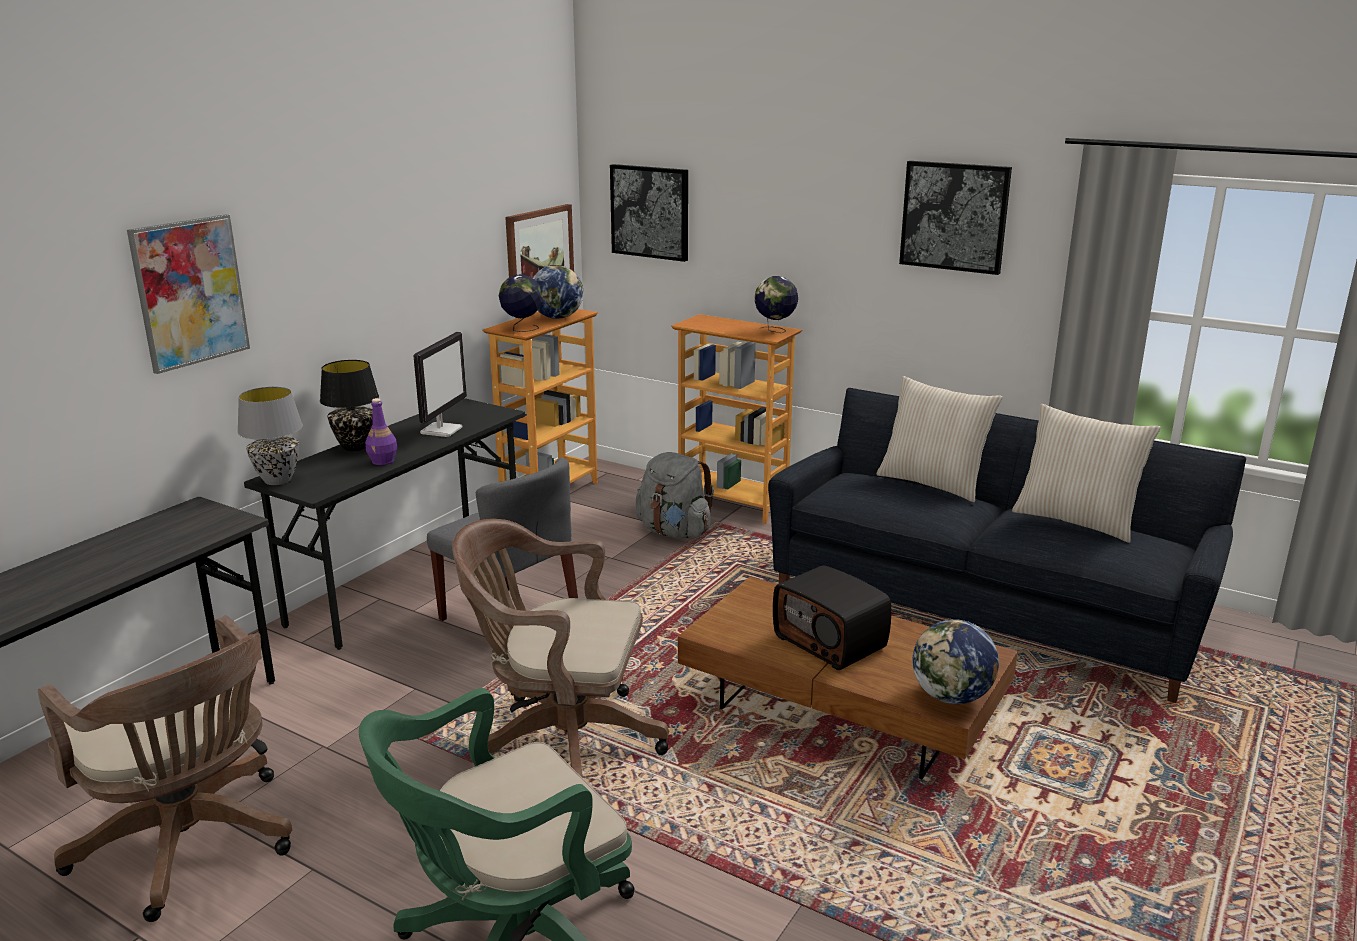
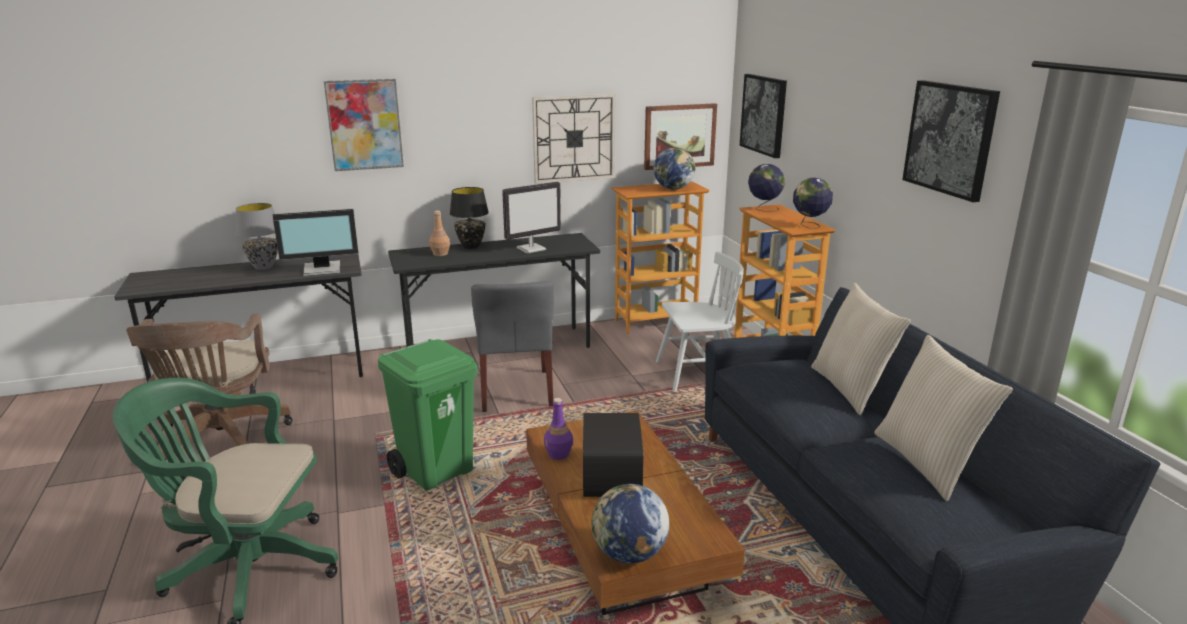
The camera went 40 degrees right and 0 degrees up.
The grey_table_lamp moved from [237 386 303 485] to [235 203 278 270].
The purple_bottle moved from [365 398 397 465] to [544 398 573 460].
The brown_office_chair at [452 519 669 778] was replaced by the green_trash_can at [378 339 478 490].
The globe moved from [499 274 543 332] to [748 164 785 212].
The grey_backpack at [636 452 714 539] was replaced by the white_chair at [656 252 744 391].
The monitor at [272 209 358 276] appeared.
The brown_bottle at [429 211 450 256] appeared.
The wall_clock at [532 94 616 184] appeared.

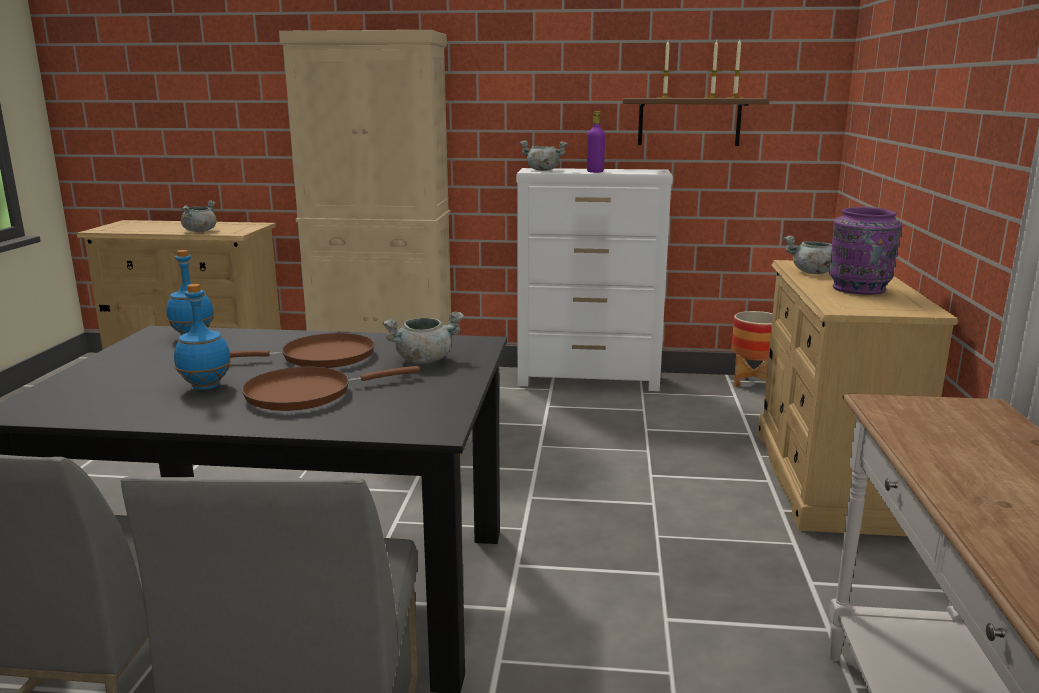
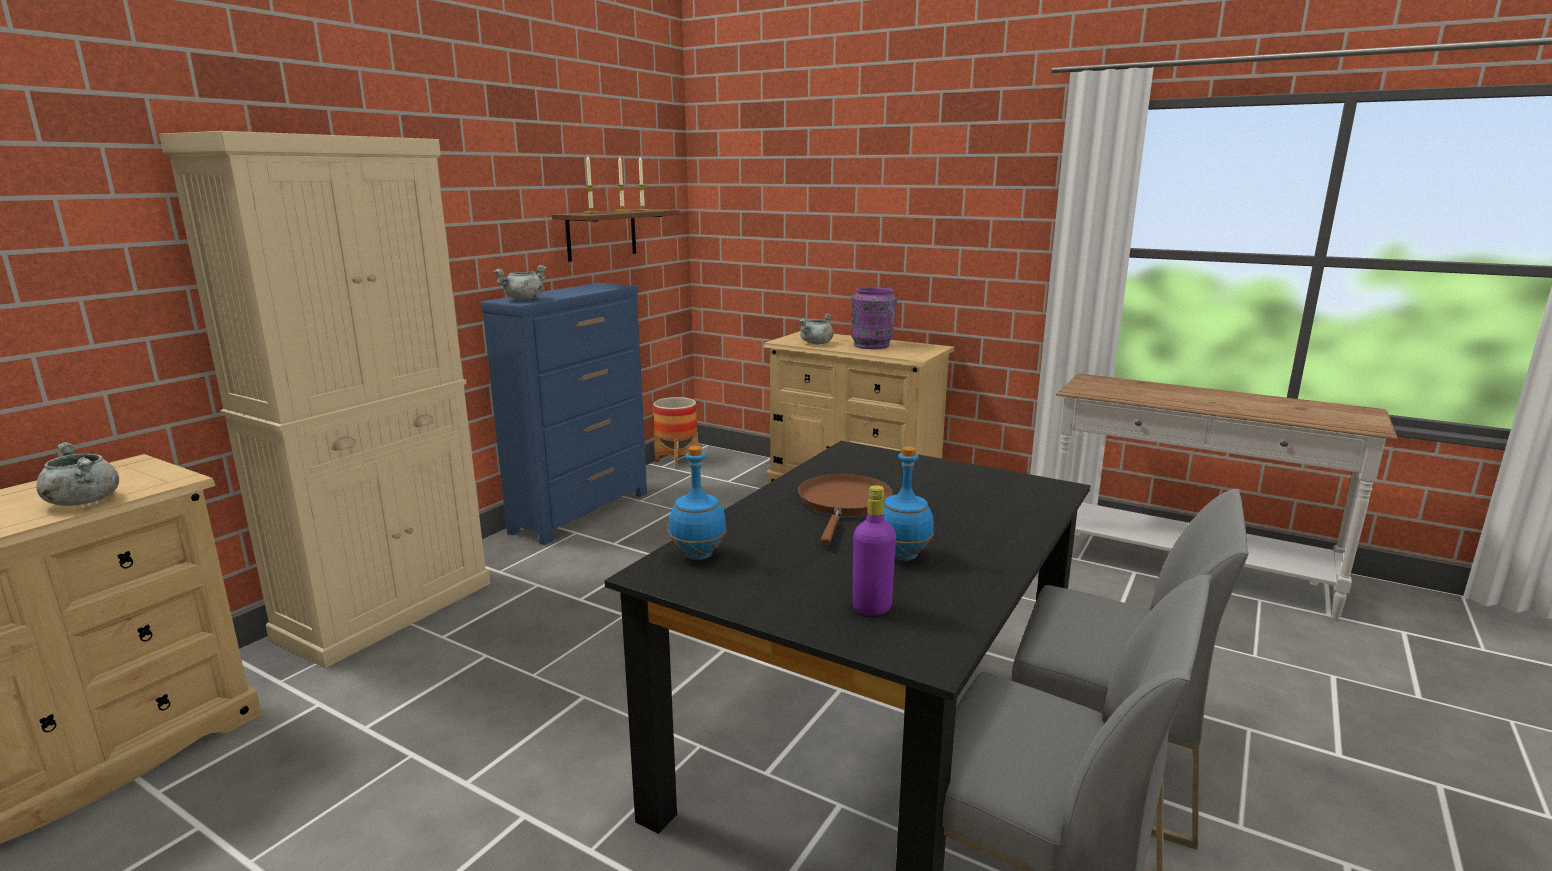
The camera went 65 degrees left and 0 degrees up.
The brown_frying_pan at [242 366 420 411] disappeared.
The grey_cooking_pot at [383 312 464 364] disappeared.
The white_dresser at [516 168 673 391] became the blue_dresser at [481 283 647 545].
The purple_bottle moved from [587 111 605 173] to [852 485 896 615].

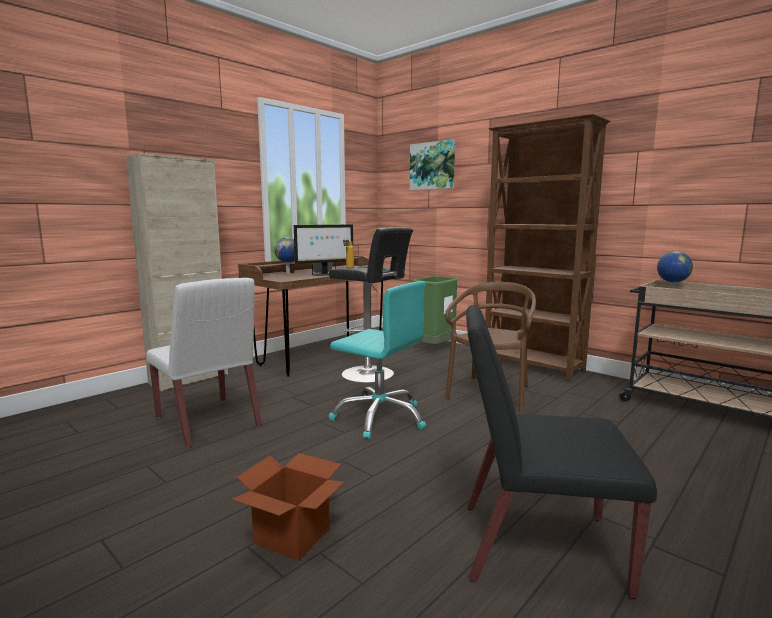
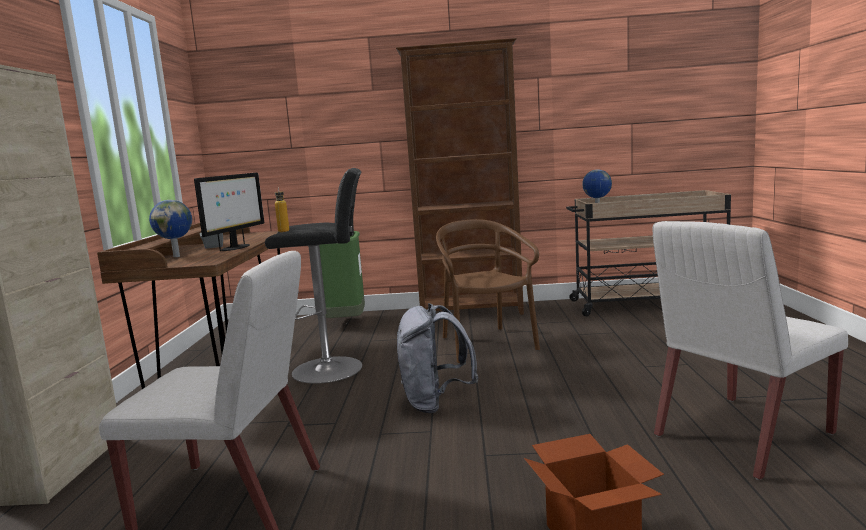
The camera went 40 degrees left and 0 degrees up.
The turquoise_office_chair at [329 281 426 440] was replaced by the grey_backpack at [397 303 478 413].
The picture at [410 139 455 190] disappeared.
The black_chair at [466 305 657 599] became the white_chair at [653 221 848 480].

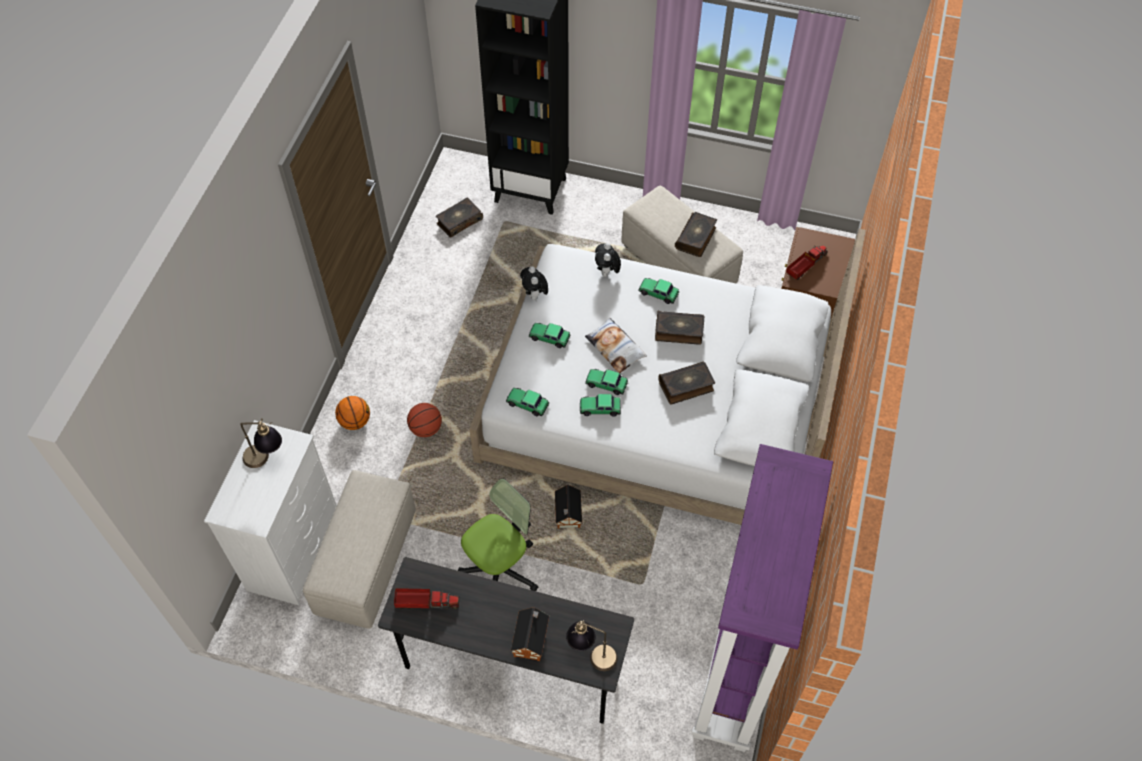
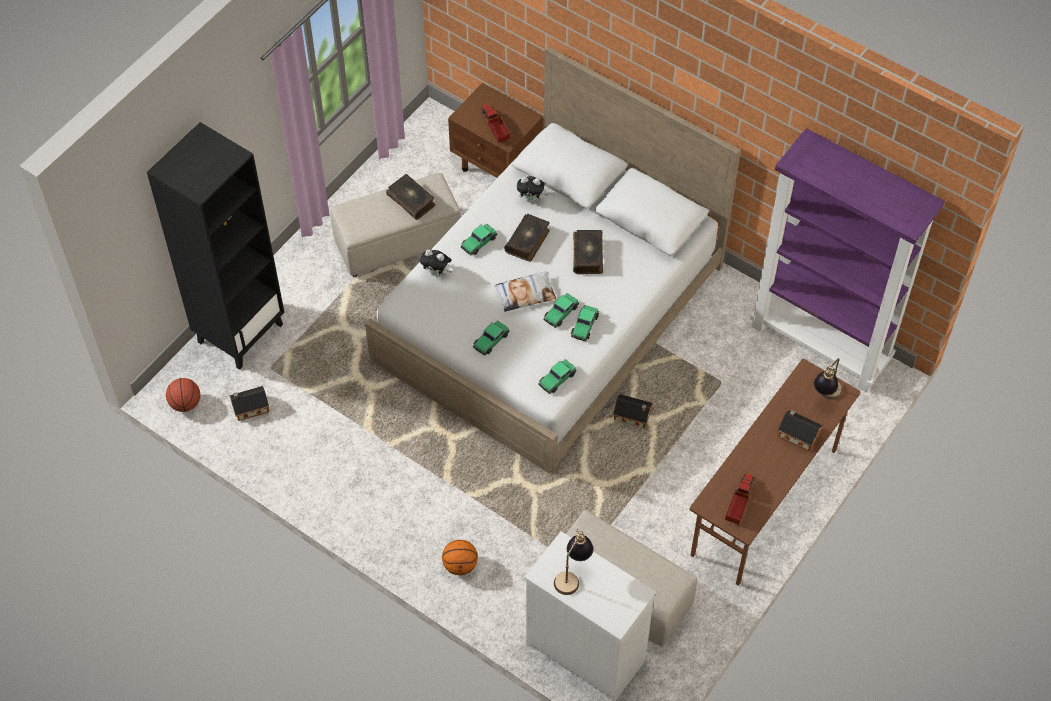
The camera went 70 degrees left and 0 degrees up.
The grey_desk at [378 557 634 724] became the brown_desk at [689 359 860 586].
The basketball moved from [407 403 442 437] to [166 378 200 412].
The book at [436 198 483 238] was replaced by the toy_house at [229 386 269 421].
The office_chair at [458 479 538 591] disappeared.
The plush_toy moved from [520 266 548 300] to [517 176 548 203].

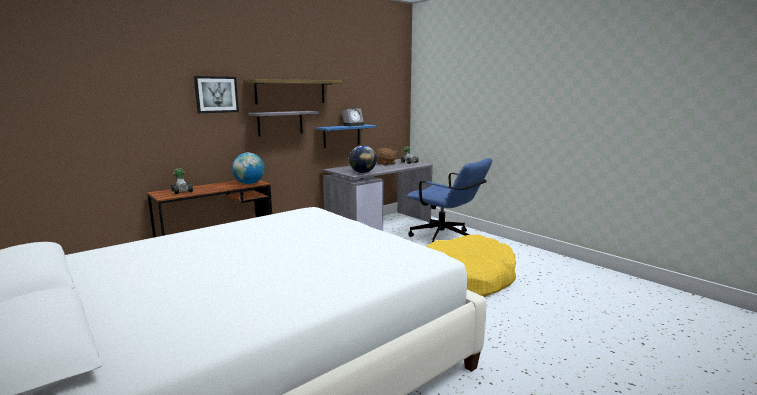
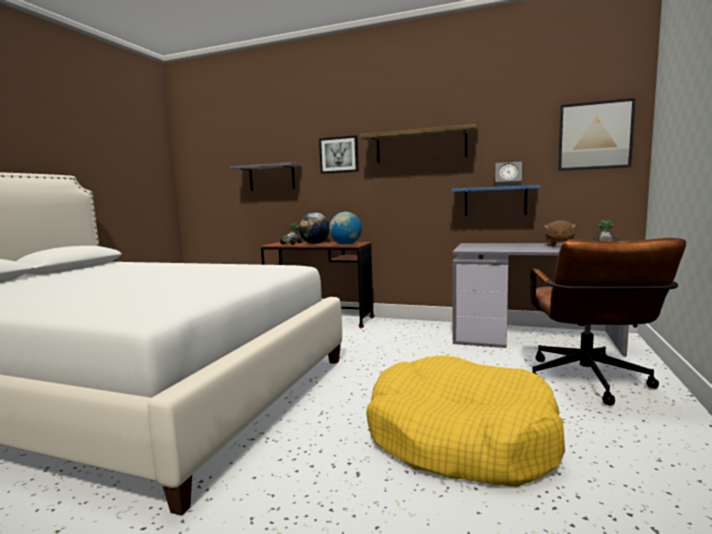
The camera went 60 degrees right and 5 degrees down.
The grey_shelf moved from [248 111 319 137] to [230 162 302 191].
The globe moved from [349 145 377 173] to [299 212 330 244].
The blue_office_chair at [407 158 492 243] became the brown_office_chair at [530 238 686 405].
The picture at [558 98 636 171] appeared.

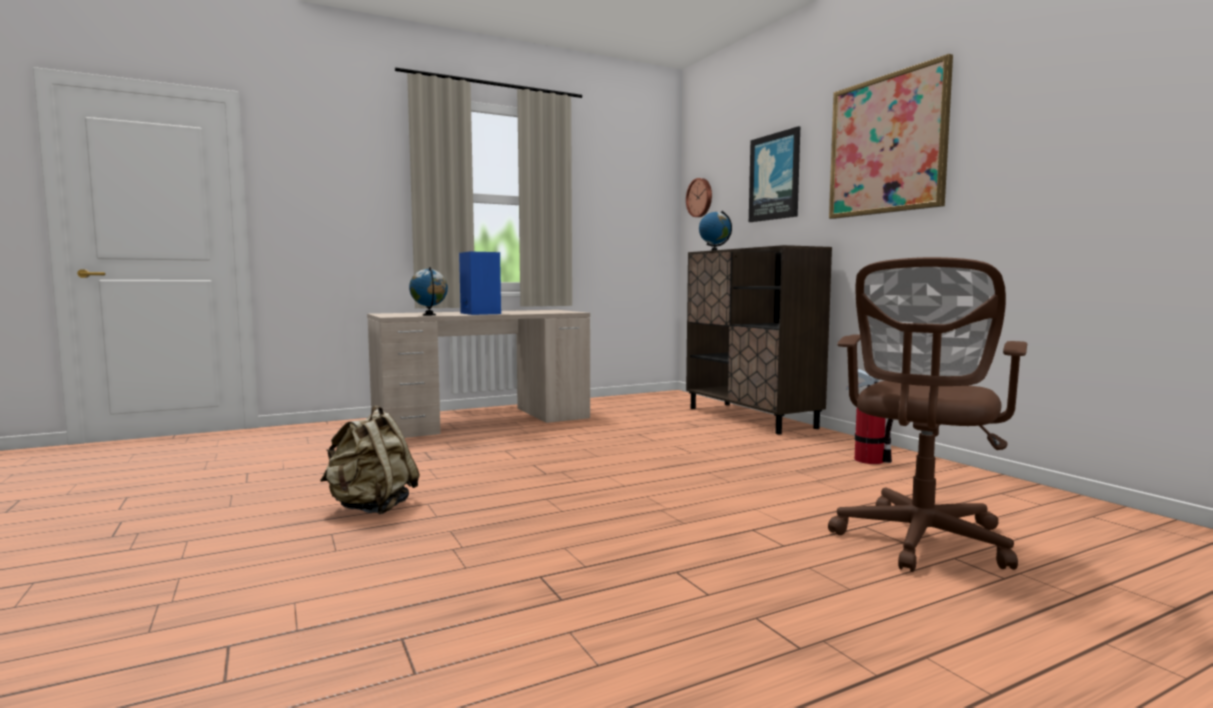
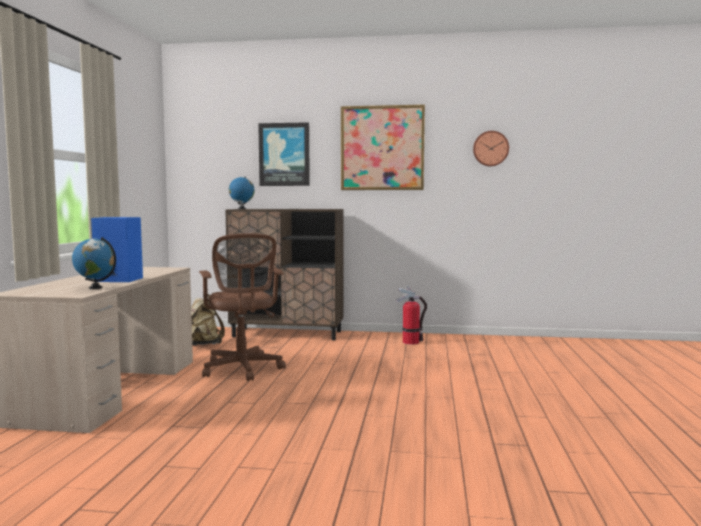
The camera went 55 degrees left and 0 degrees up.
The beige_backpack moved from [320 405 420 514] to [191 294 225 346].
The wall_clock moved from [686 178 712 217] to [473 131 509 166].
The brown_office_chair moved from [828 257 1028 572] to [199 233 286 381].

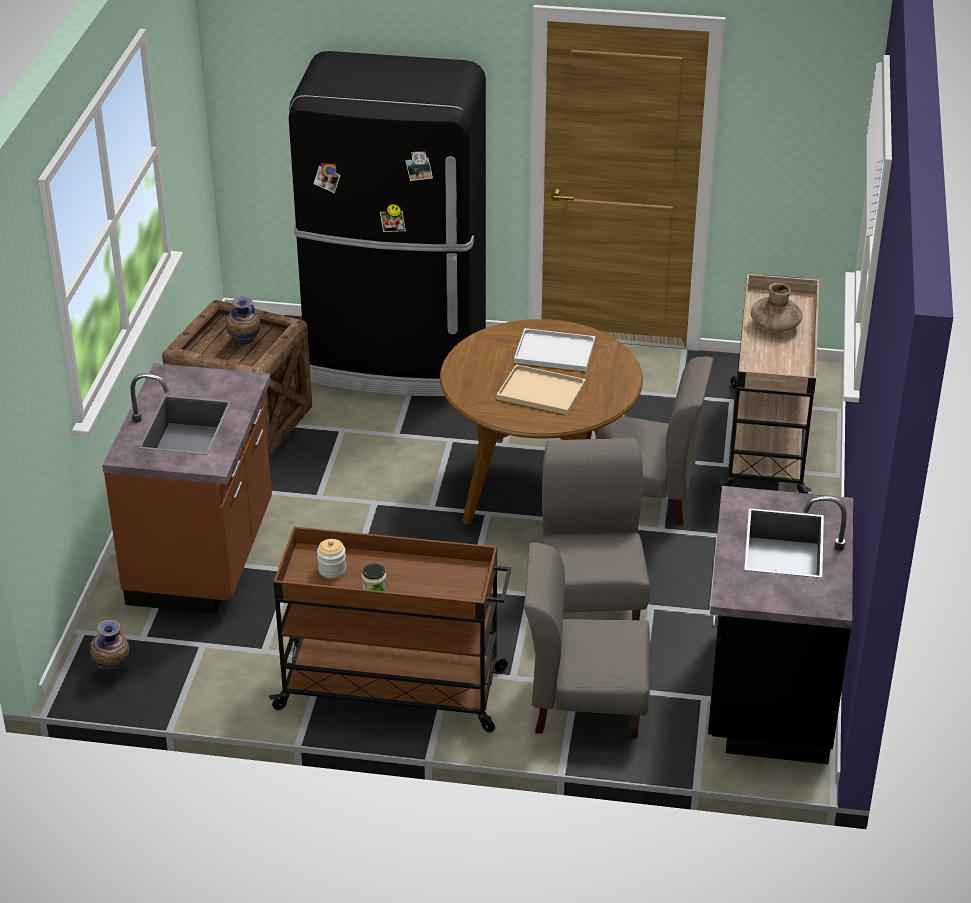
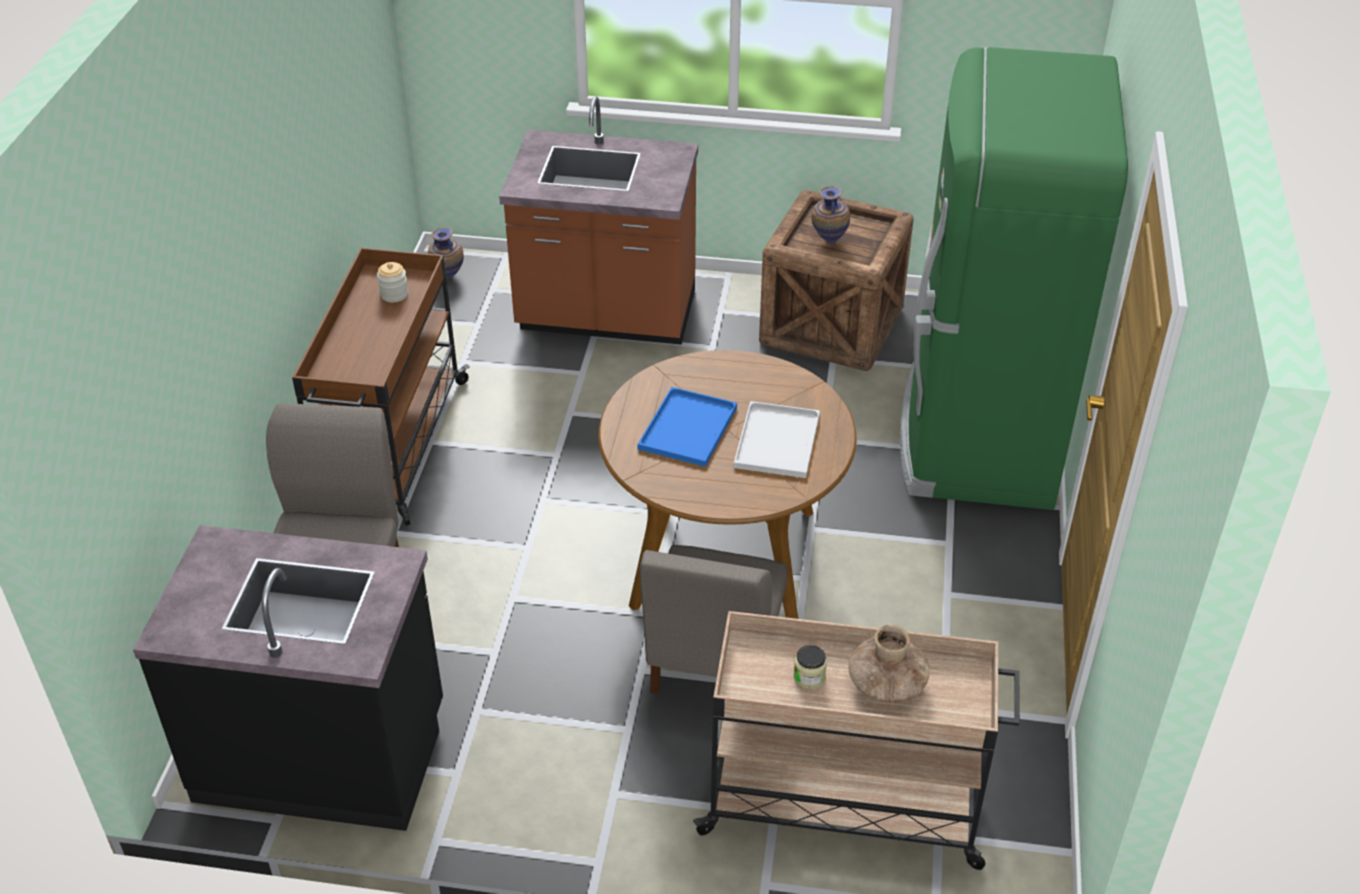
The camera went 90 degrees right and 5 degrees up.
The black_fridge at [289 51 486 396] became the green_fridge at [900 47 1128 510].
The jar moved from [362 563 387 591] to [794 645 827 690].
The beige_tray at [497 364 586 415] became the blue_tray at [637 387 737 467].
The grey_chair at [542 438 650 620] disappeared.

